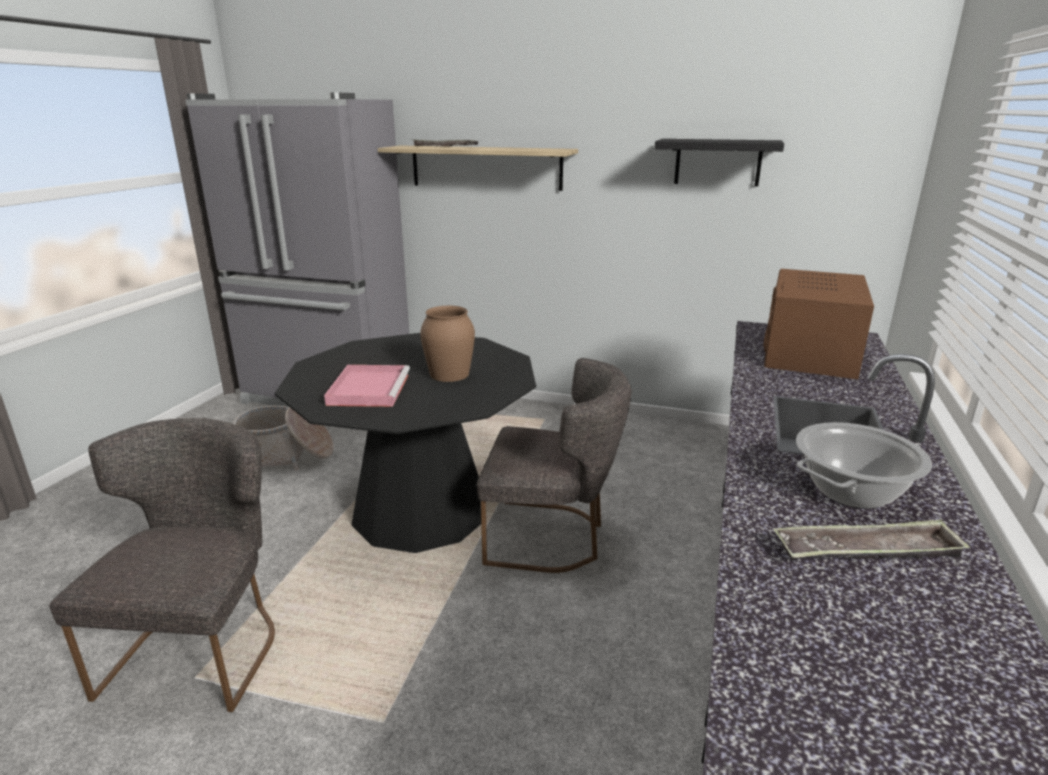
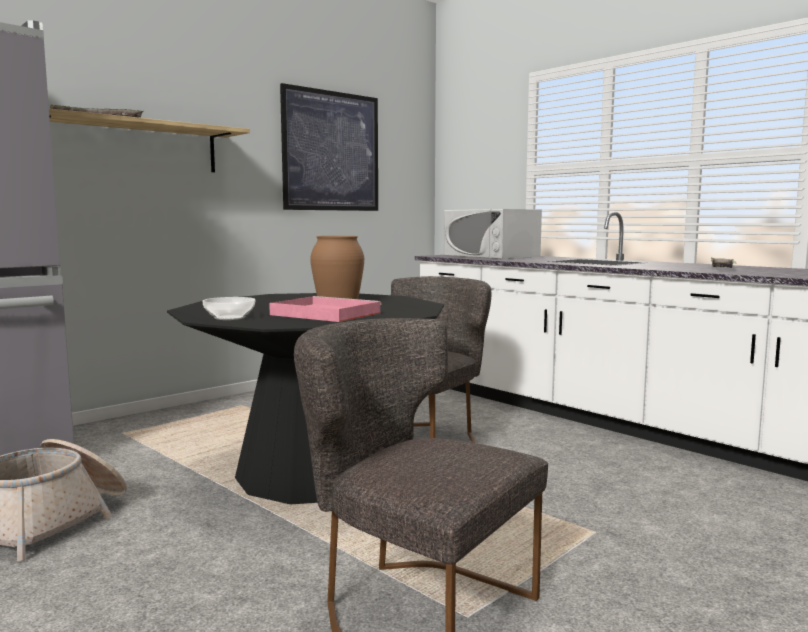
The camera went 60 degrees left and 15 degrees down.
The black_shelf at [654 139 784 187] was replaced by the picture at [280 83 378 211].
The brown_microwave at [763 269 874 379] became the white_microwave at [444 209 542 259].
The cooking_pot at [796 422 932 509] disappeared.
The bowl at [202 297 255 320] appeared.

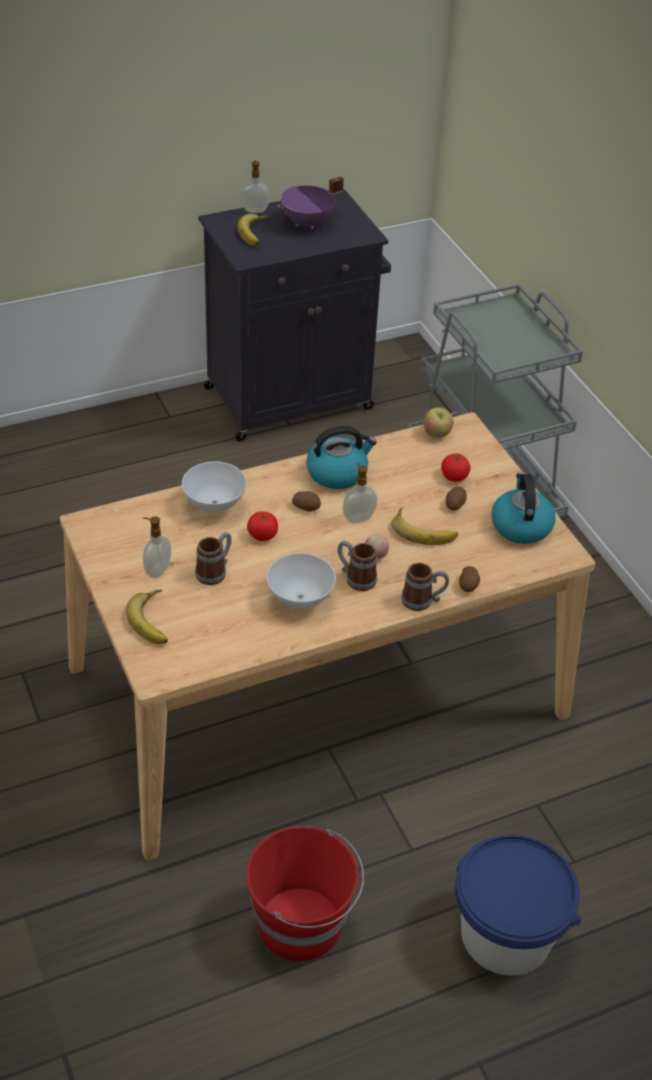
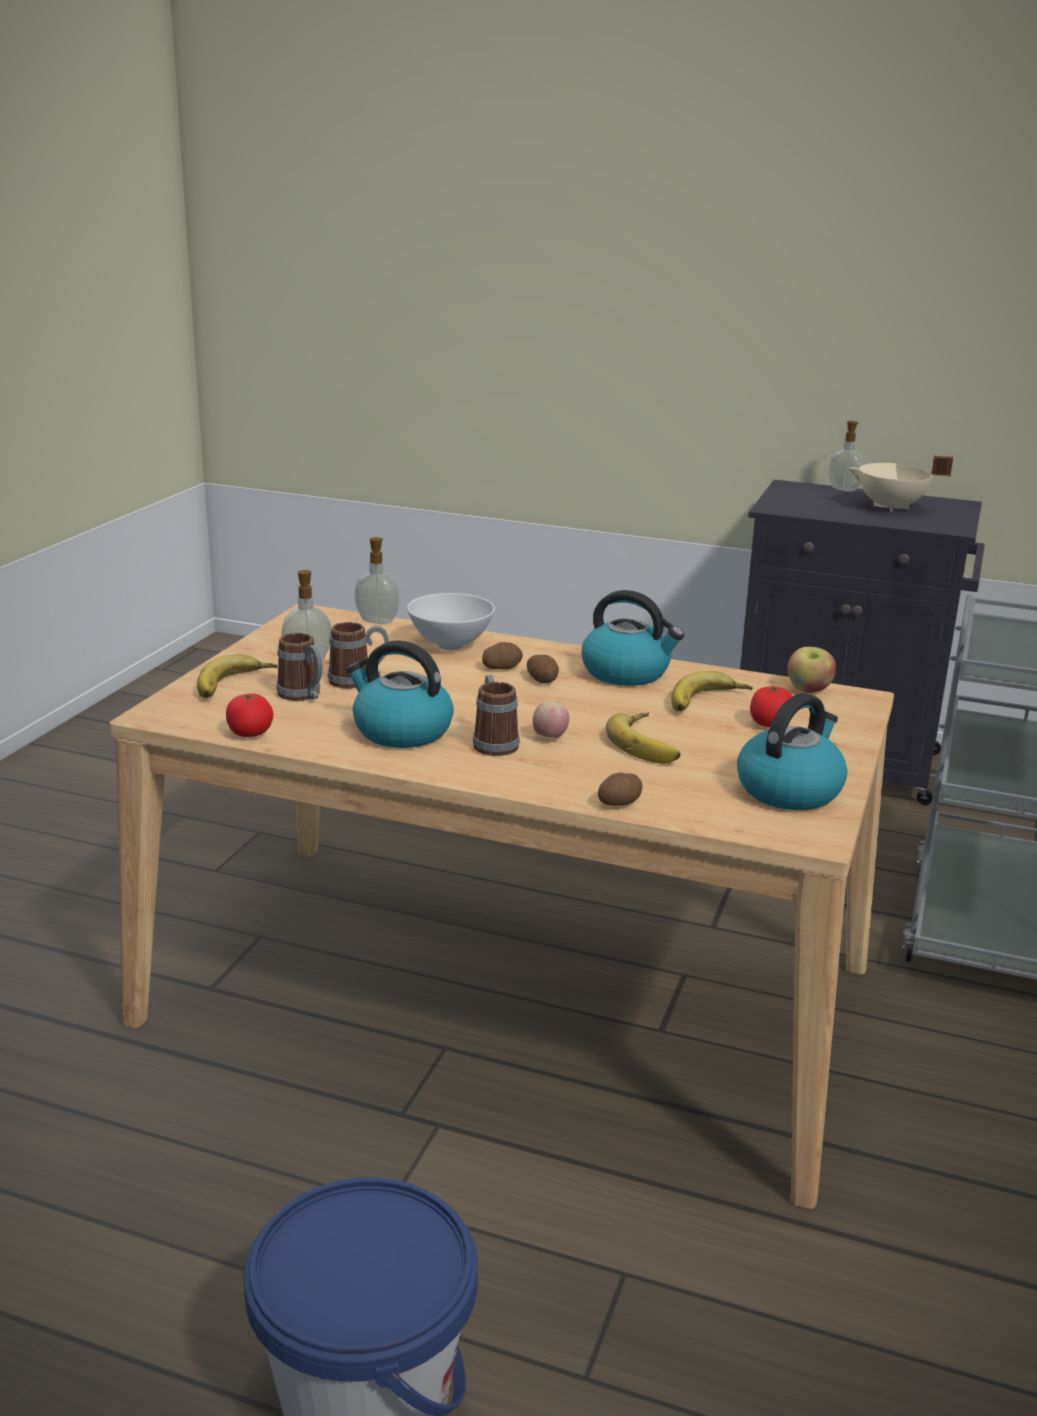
The camera went 45 degrees right and 20 degrees down.
The banana moved from [237 214 270 246] to [671 671 753 712].
The red_bucket at [246 826 364 962] disappeared.
The tomato moved from [247 511 278 541] to [226 693 273 737].
The white_bowl at [266 553 336 609] was replaced by the kettle at [346 640 454 748].
The purple_cooking_pot at [277 177 344 229] became the beige_cooking_pot at [849 456 953 512].
The soap_dispenser moved from [343 463 377 523] to [354 537 400 624].
The mug moved from [401 563 449 611] to [276 633 323 701].
The potato moved from [446 487 467 511] to [482 642 523 669].

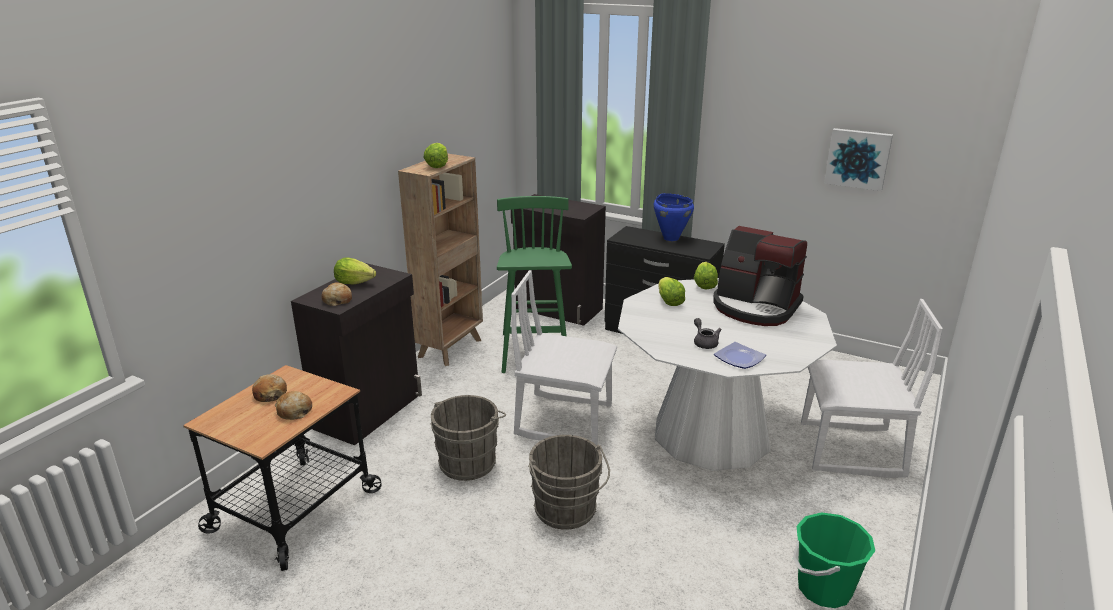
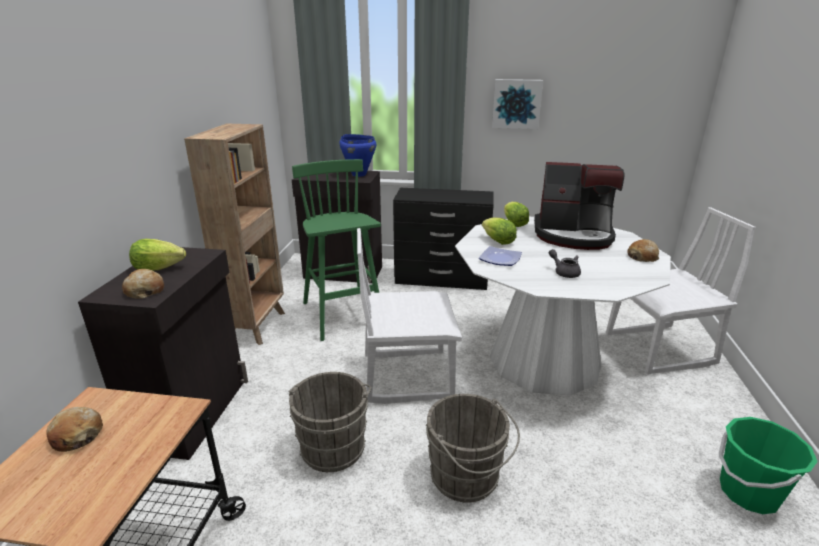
The camera went 20 degrees left and 0 degrees up.
The bread moved from [275 391 312 420] to [627 239 659 262].
The lettuce at [423 143 448 168] disappeared.
The blue_cooking_pot moved from [654 193 694 241] to [339 134 376 177].
The plate moved from [714 342 766 369] to [479 246 522 266].
The picture moved from [824 128 893 191] to [492 79 543 129].

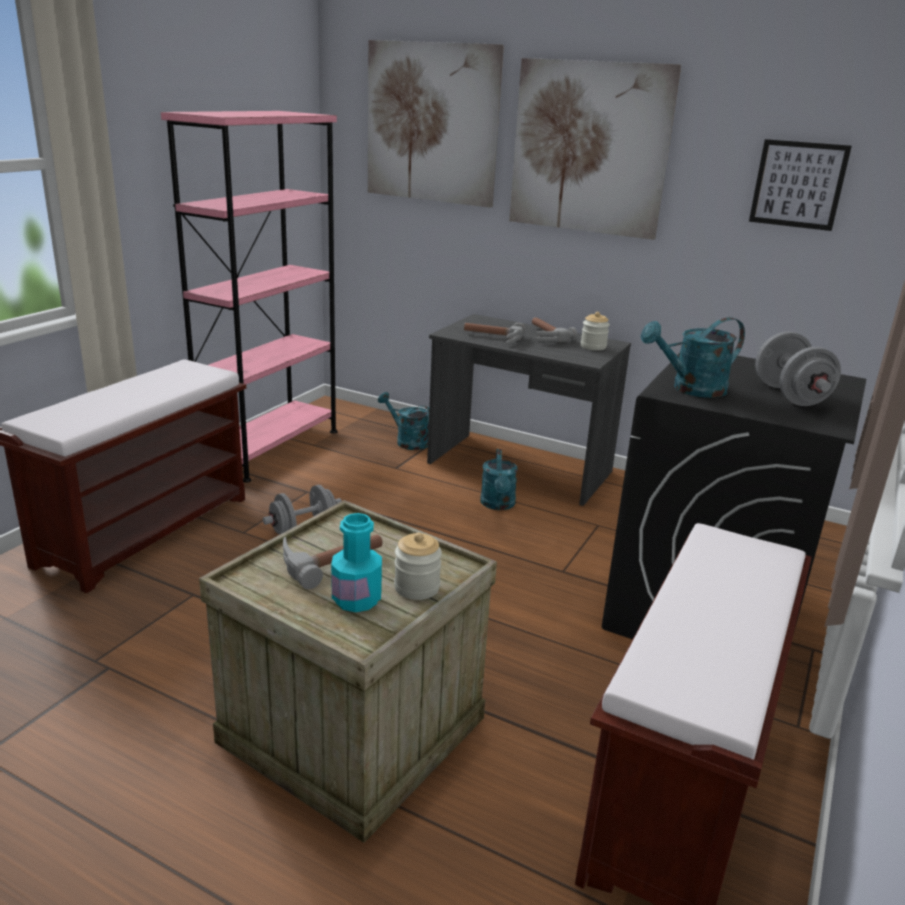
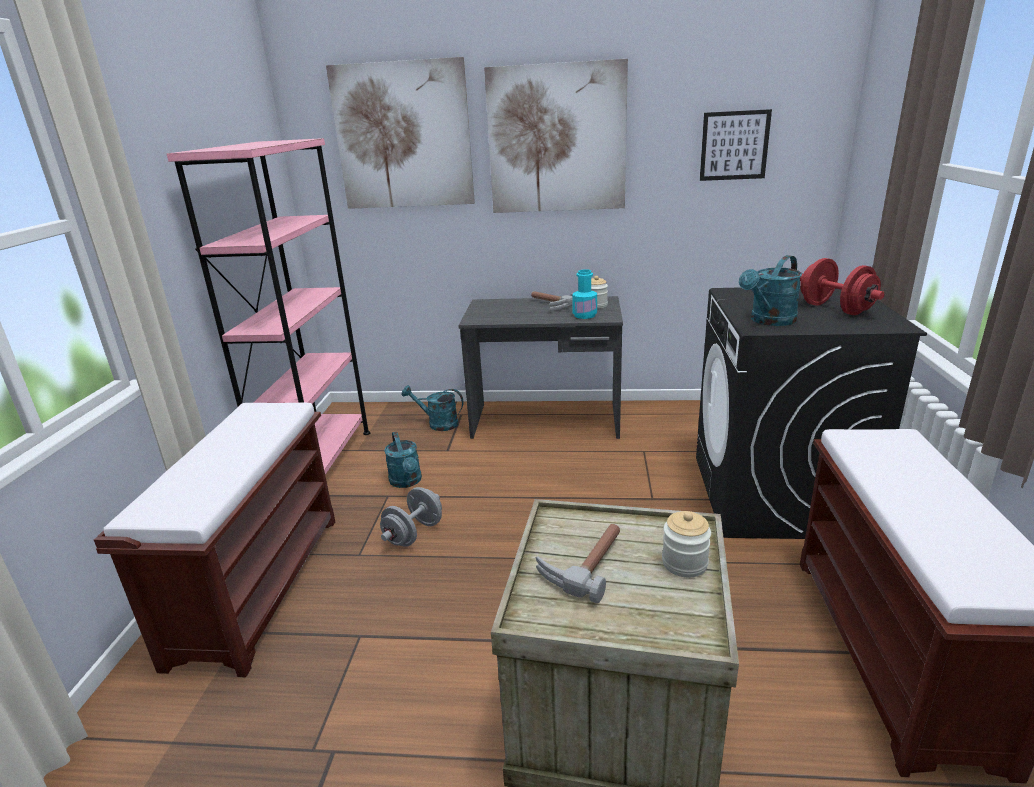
The camera went 20 degrees left and 0 degrees up.
The turquoise_bottle moved from [331 513 382 612] to [572 269 597 319].
The hammer at [464 323 525 344] disappeared.
The turquoise_watering_can moved from [480 449 518 510] to [384 432 422 488].
The grey_dumbbell at [755 331 841 406] became the red_dumbbell at [800 258 884 315].

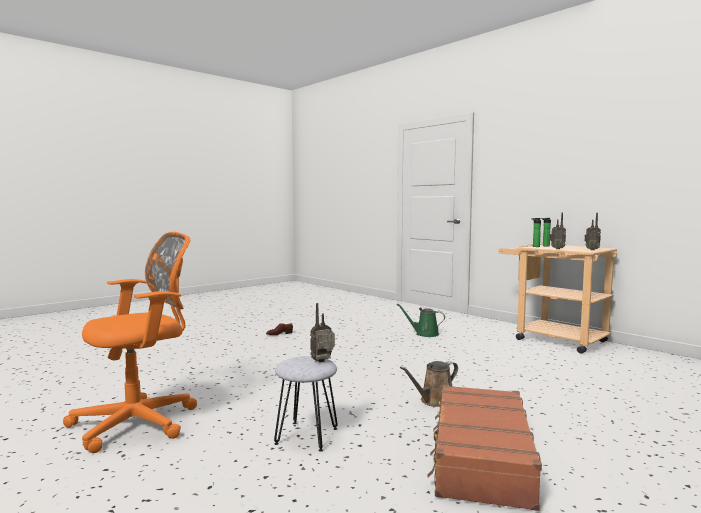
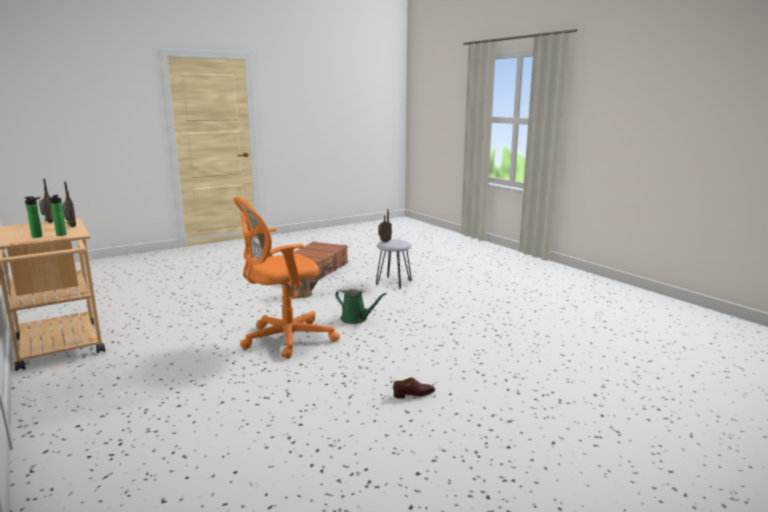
The camera went 170 degrees left and 10 degrees up.
The orange_office_chair moved from [63 232 197 453] to [233 197 340 359].
The green_watering_can moved from [396 304 445 337] to [335 289 387 324].

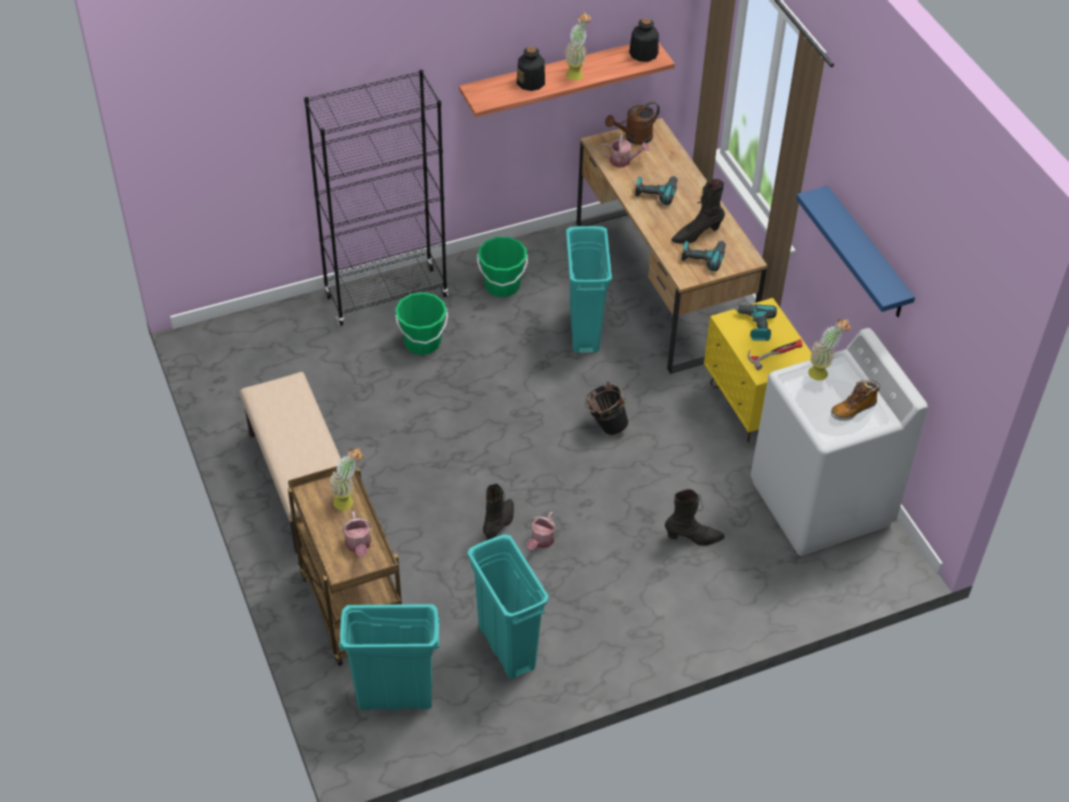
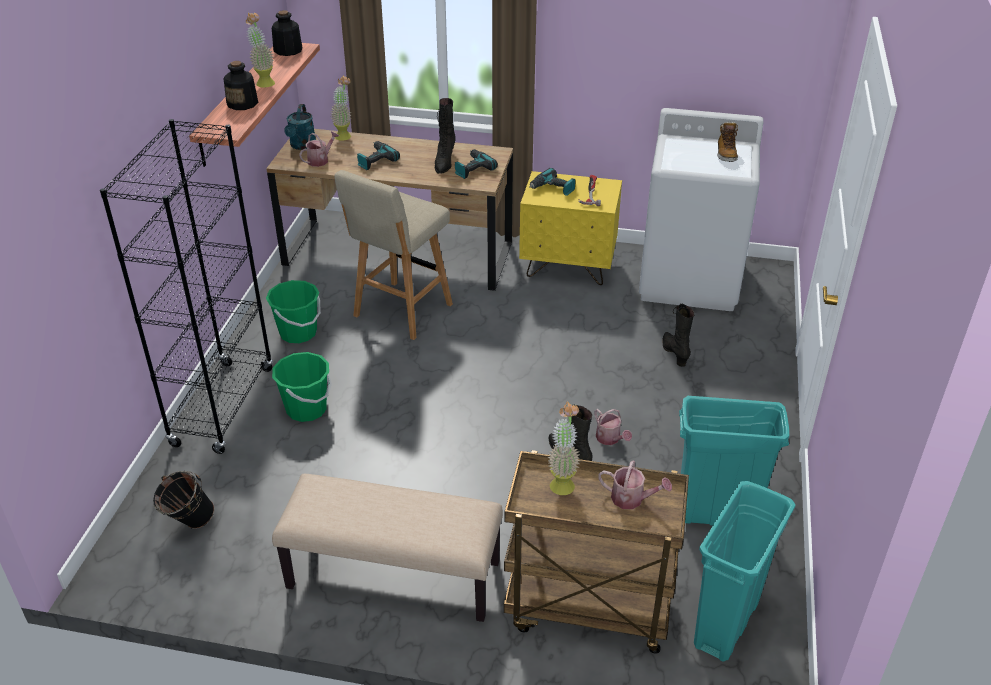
The camera went 55 degrees left and 10 degrees down.
The turquoise_trash_can at [566 226 612 353] was replaced by the beige_stool at [334 170 453 340].
The black_bucket moved from [585 382 629 435] to [153 471 215 529].
The brown_watering_can at [605 101 660 145] became the turquoise_watering_can at [284 104 316 150].
The black_boot at [665 489 725 546] turned 45 degrees counterclockwise.
The blue_shelf at [796 186 915 317] disappeared.
The potted_plant moved from [808 319 850 381] to [331 75 352 141].

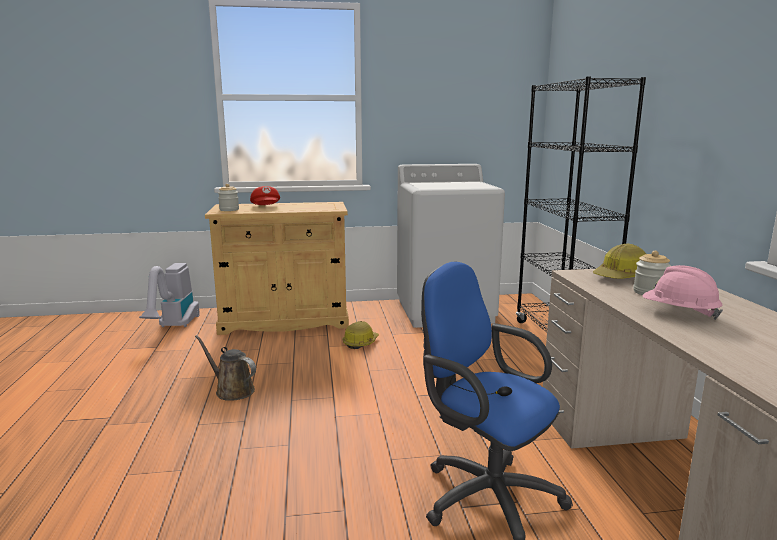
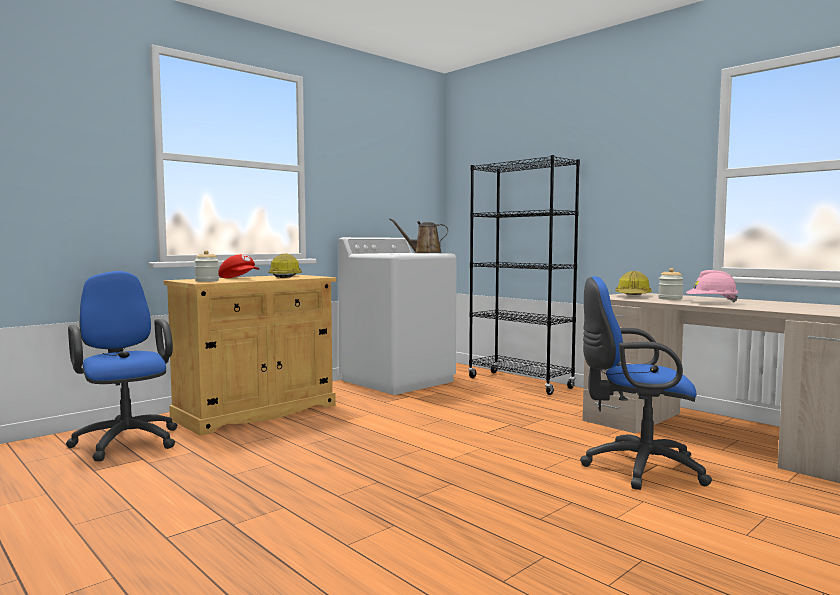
The camera went 35 degrees left and 10 degrees down.
The vacuum_cleaner at [139 263 200 327] was replaced by the blue_office_chair at [66 271 178 461].
The brown_watering_can moved from [195 335 256 401] to [389 218 448 253].
The hard_hat moved from [343 321 379 349] to [268 253 302 278].

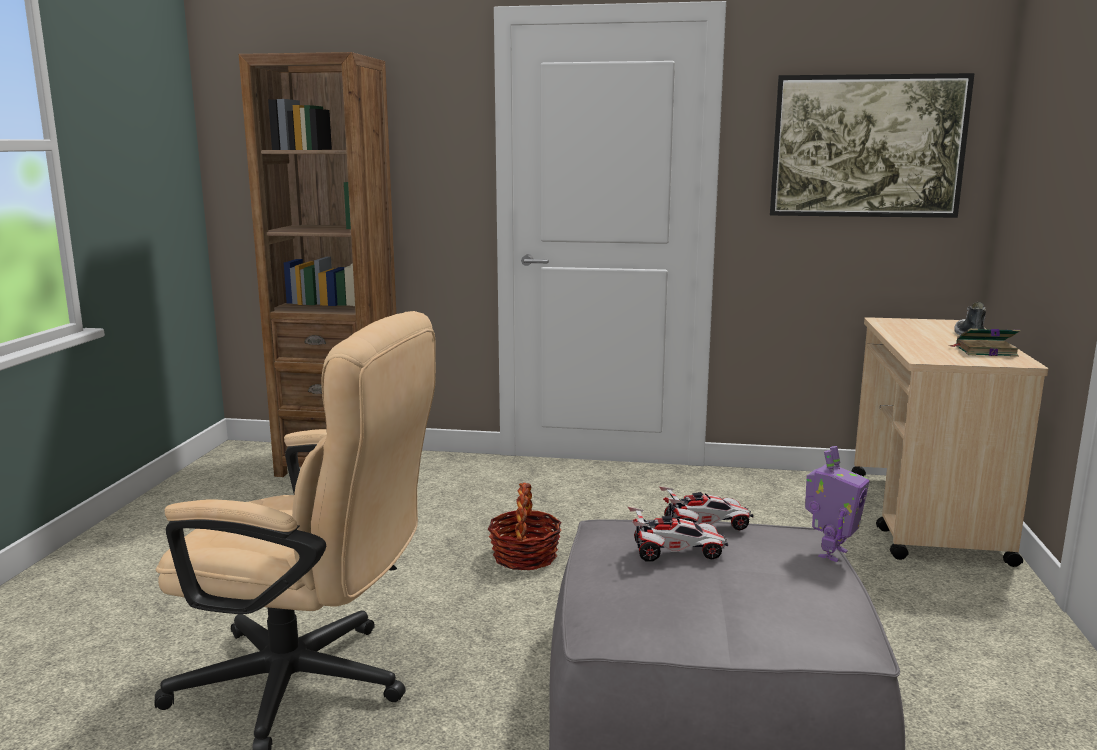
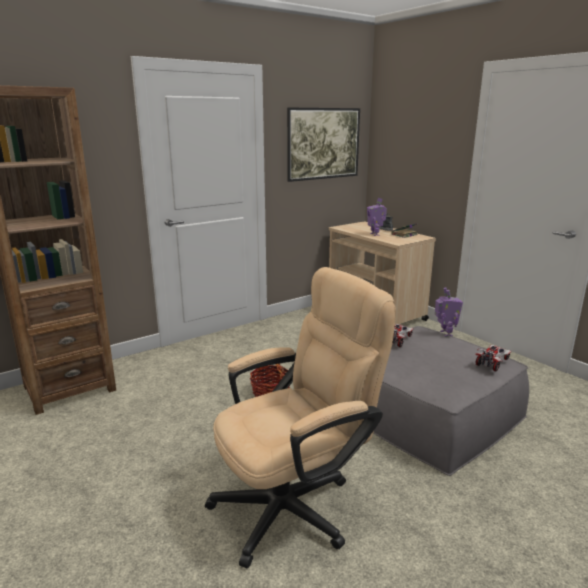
The camera went 45 degrees left and 5 degrees up.
The toy_car moved from [628 507 728 561] to [475 345 512 371].
The toy_robot at [367 198 387 236] appeared.

